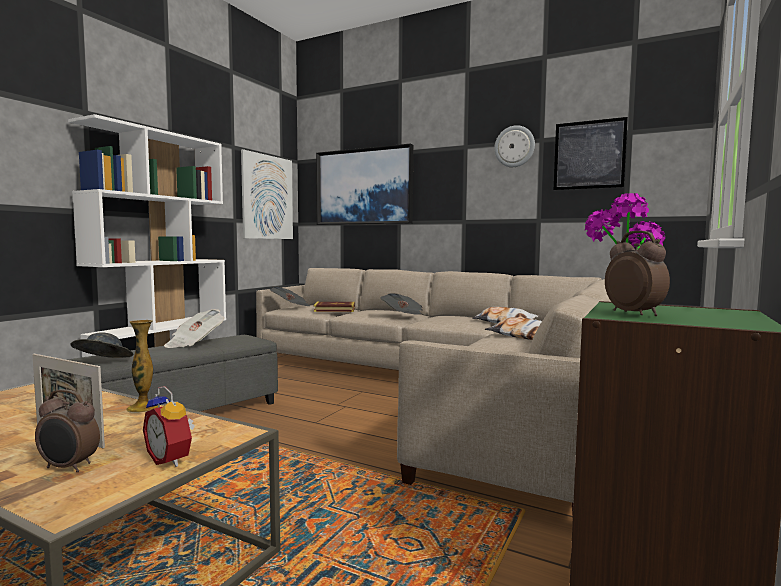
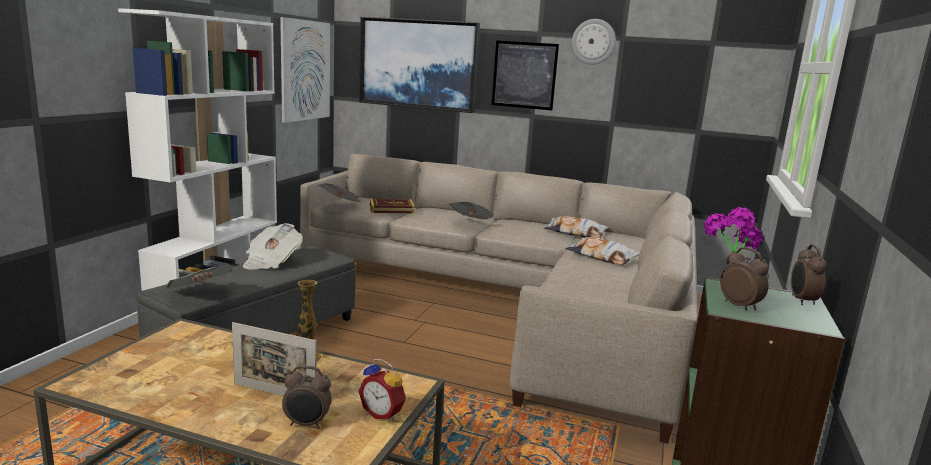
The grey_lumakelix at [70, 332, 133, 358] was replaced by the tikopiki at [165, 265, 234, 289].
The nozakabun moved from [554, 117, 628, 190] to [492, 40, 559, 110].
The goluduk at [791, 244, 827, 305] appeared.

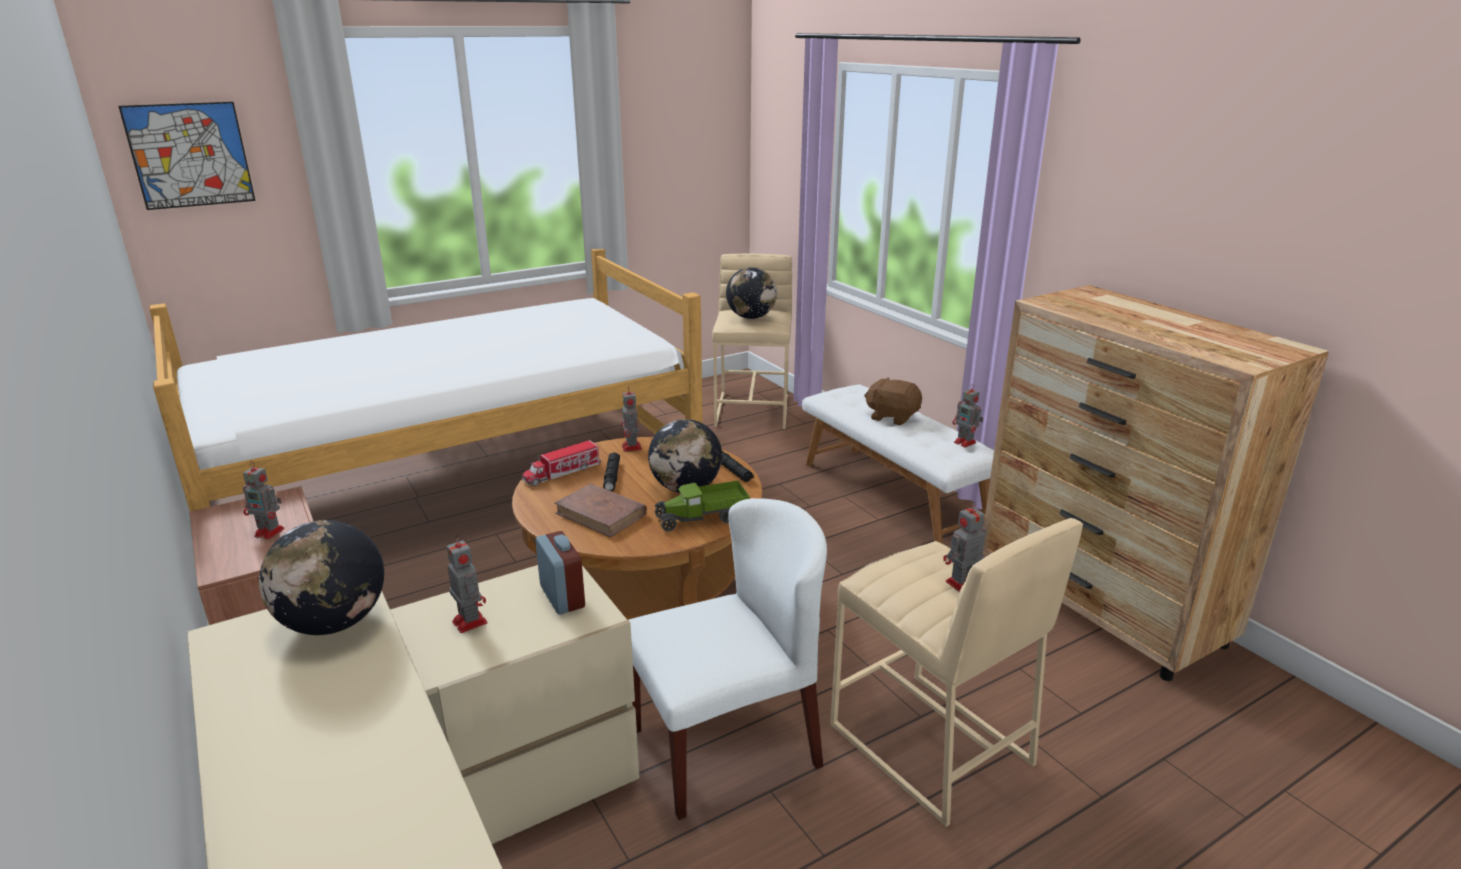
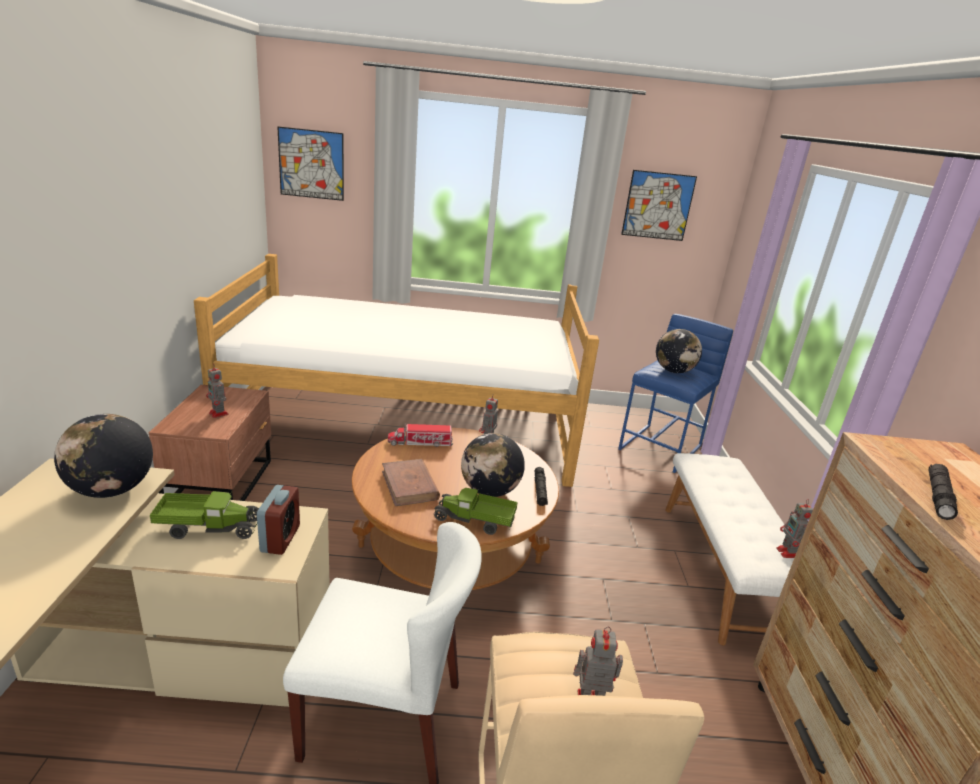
The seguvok at [447, 535, 487, 633] was replaced by the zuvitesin at [150, 491, 259, 539].
The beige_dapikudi at [712, 254, 792, 429] became the blue_dapikudi at [618, 314, 733, 473].
The nozakabun at [621, 170, 697, 241] appeared.
The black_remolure moved from [603, 452, 620, 491] to [929, 464, 958, 520].
The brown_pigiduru at [864, 377, 922, 426] disappeared.

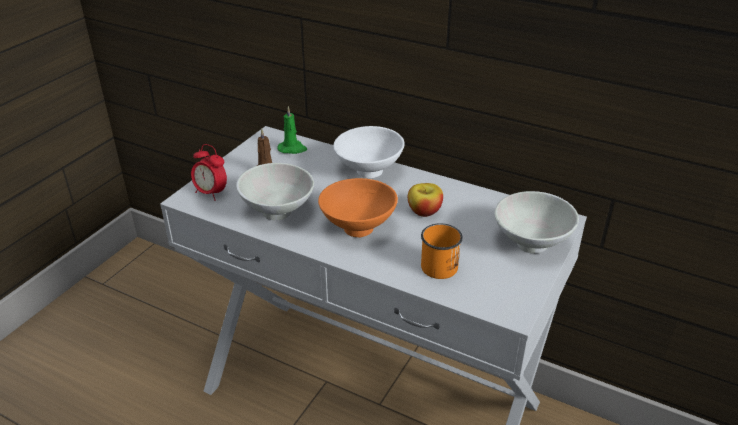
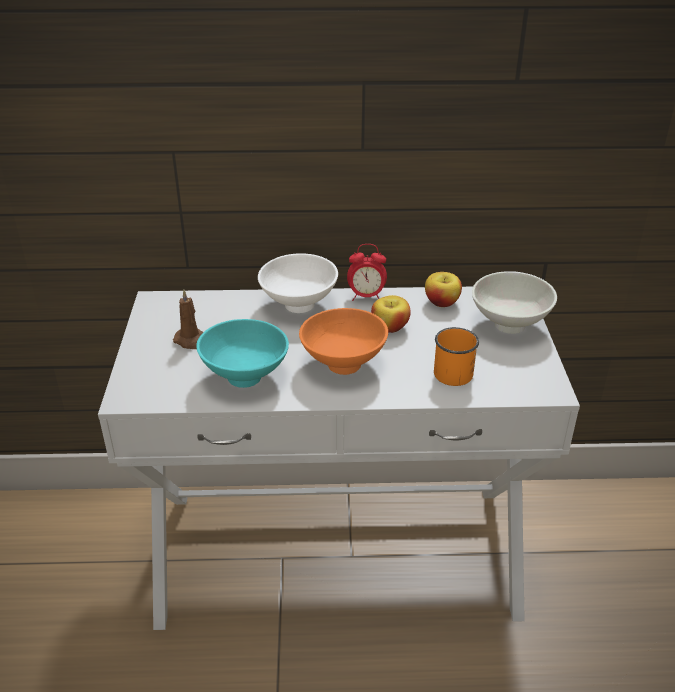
The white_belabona at [236, 163, 314, 221] became the turquoise_belabona at [196, 319, 289, 388].
The goluduk moved from [191, 144, 227, 201] to [347, 244, 387, 301].
The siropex at [425, 272, 462, 307] appeared.
The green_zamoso at [277, 106, 307, 154] disappeared.

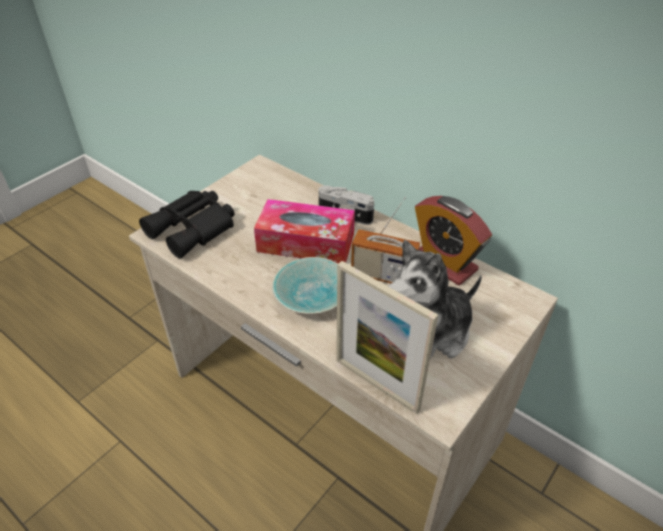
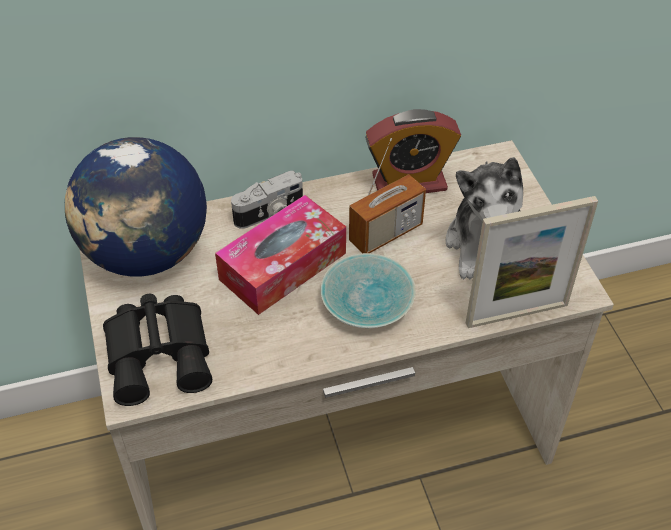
The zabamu at [65, 137, 207, 277] appeared.

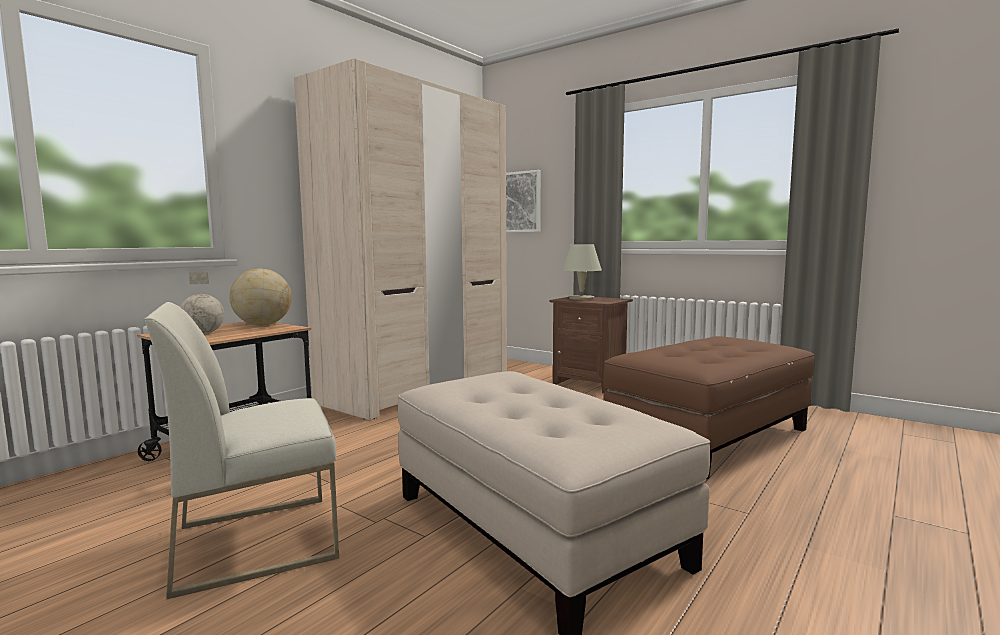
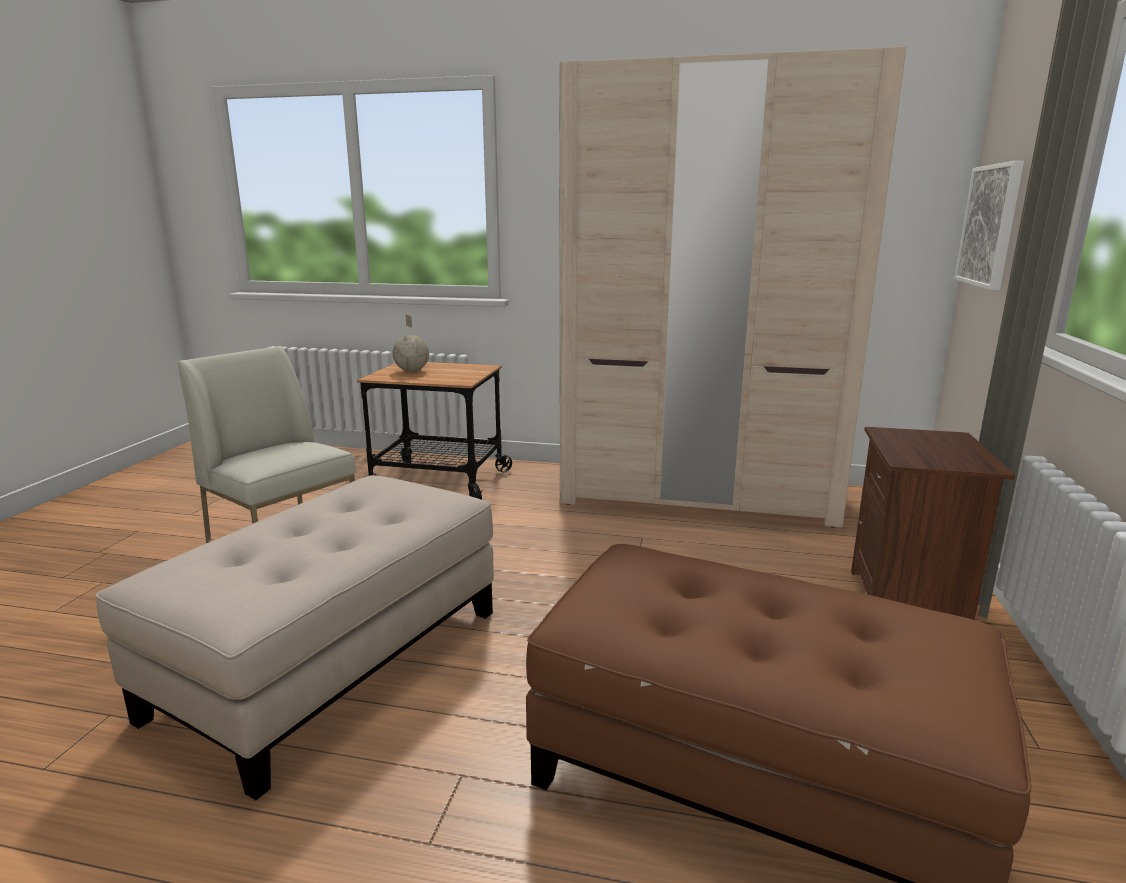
The zabamu at [229, 268, 292, 326] disappeared.
The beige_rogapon at [563, 244, 602, 300] disappeared.

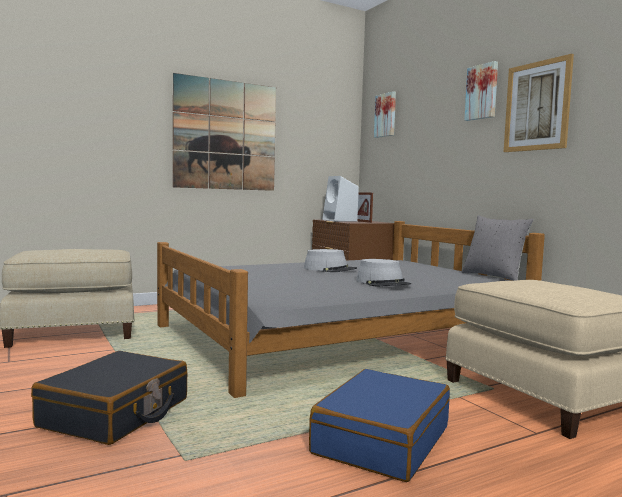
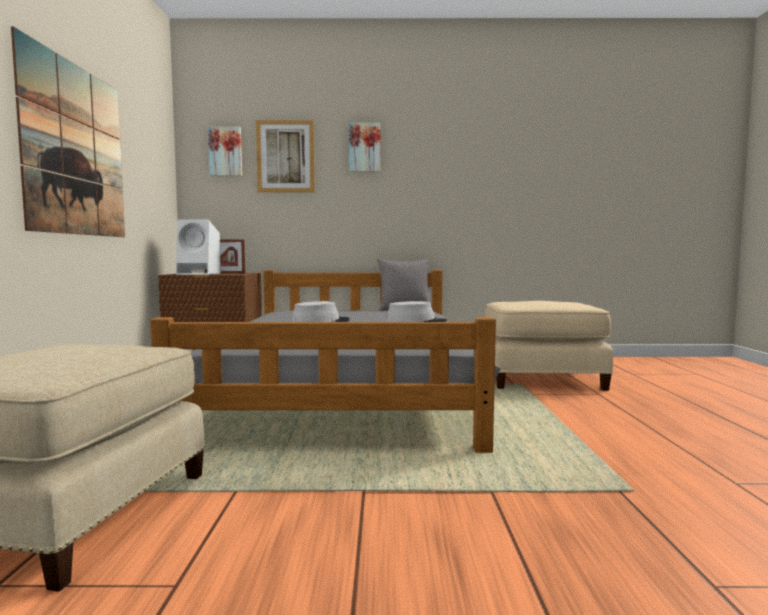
The nozakabun moved from [504, 54, 574, 152] to [256, 120, 315, 192].
The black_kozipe at [31, 351, 187, 445] disappeared.
The blue_kozipe at [309, 369, 450, 482] disappeared.

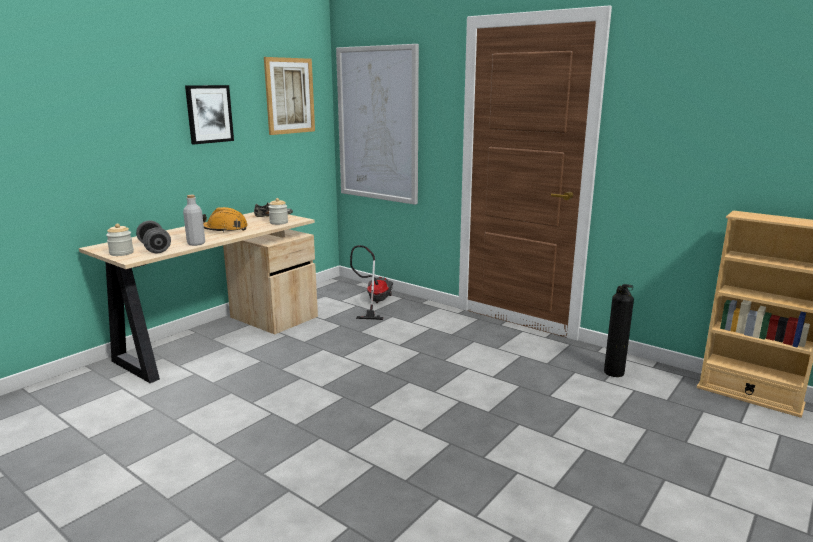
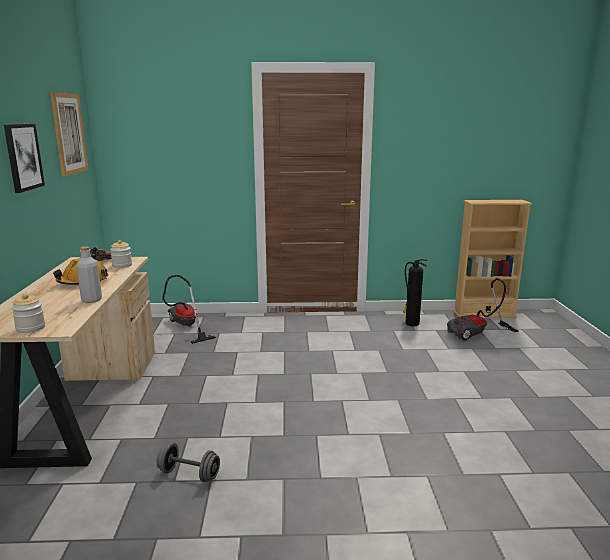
The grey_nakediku moved from [136, 220, 171, 253] to [156, 443, 220, 482].
The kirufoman at [447, 278, 519, 340] appeared.
The nozakabun at [336, 44, 419, 205] disappeared.

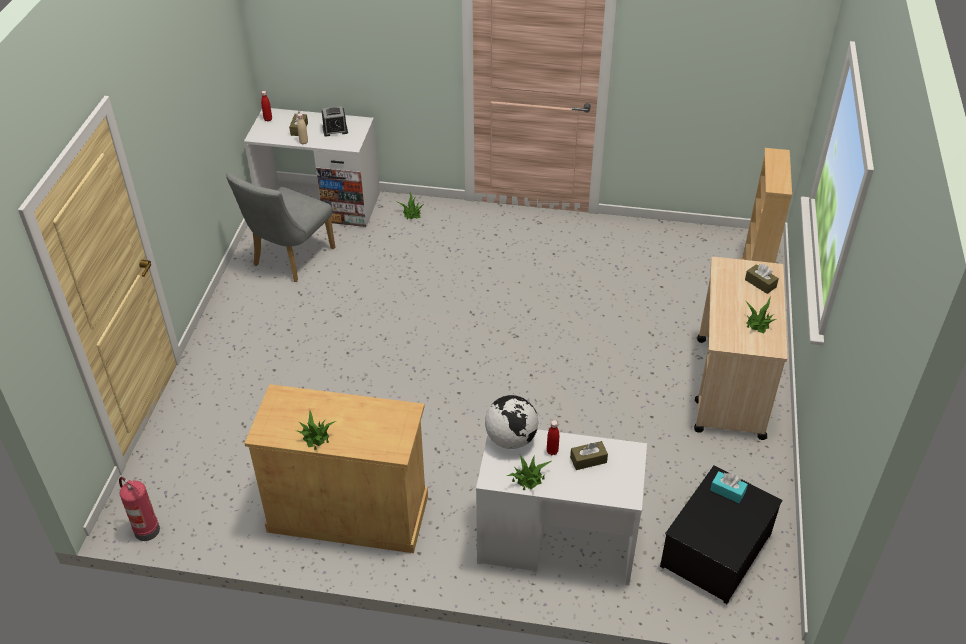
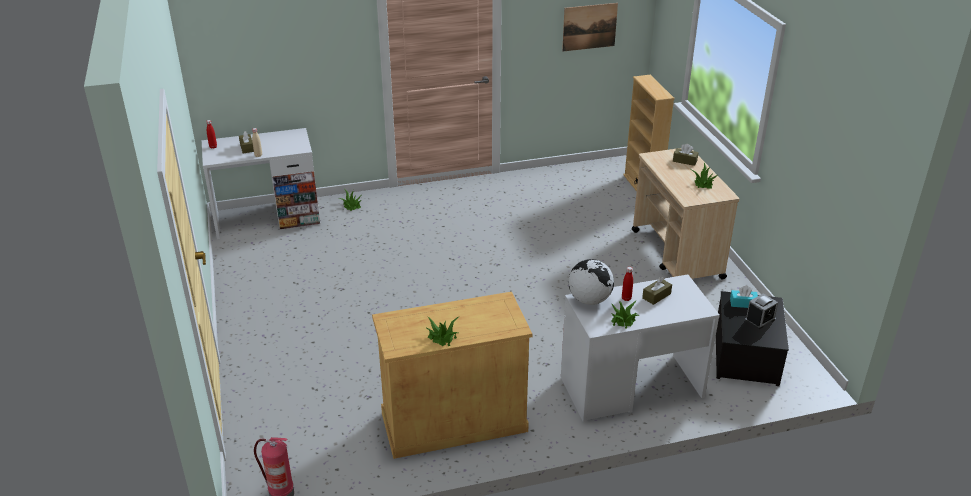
The nozakabun at [562, 3, 618, 51] appeared.
The goluduk moved from [322, 106, 348, 137] to [745, 293, 778, 329].
The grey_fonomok at [226, 173, 335, 282] disappeared.

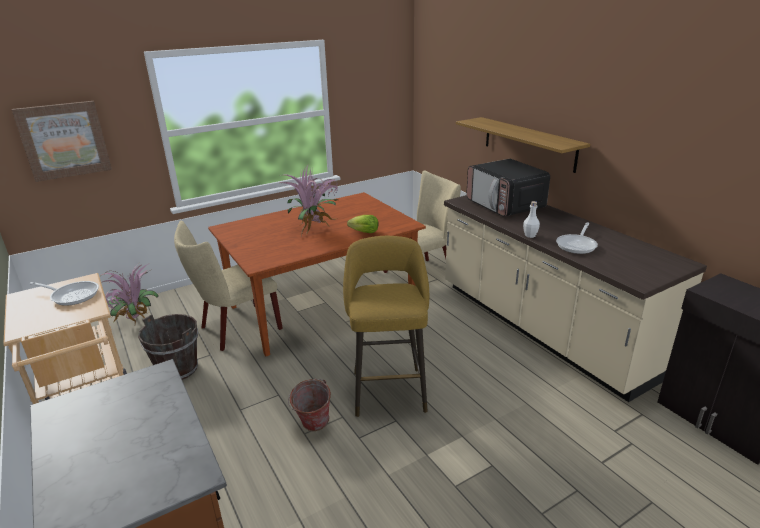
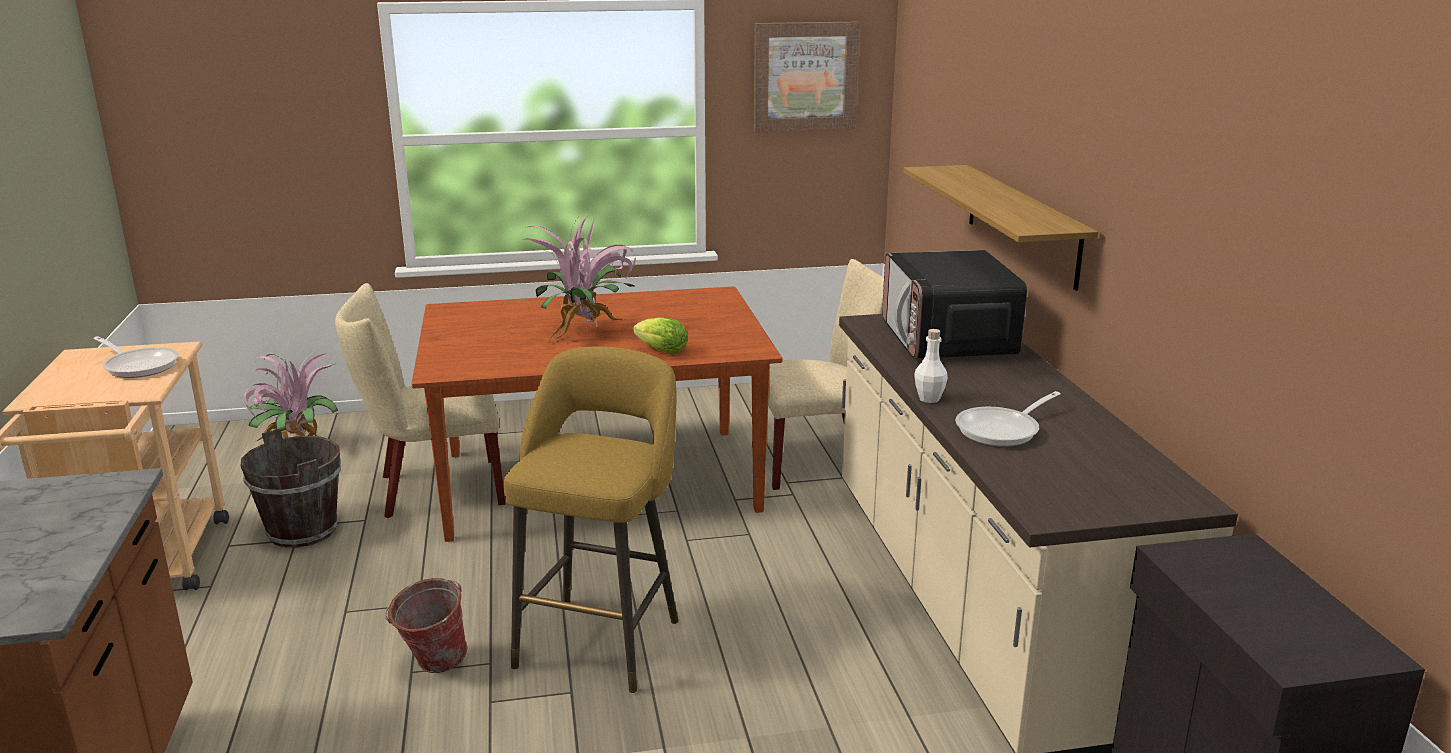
The nozakabun moved from [12, 101, 112, 182] to [754, 22, 860, 133].

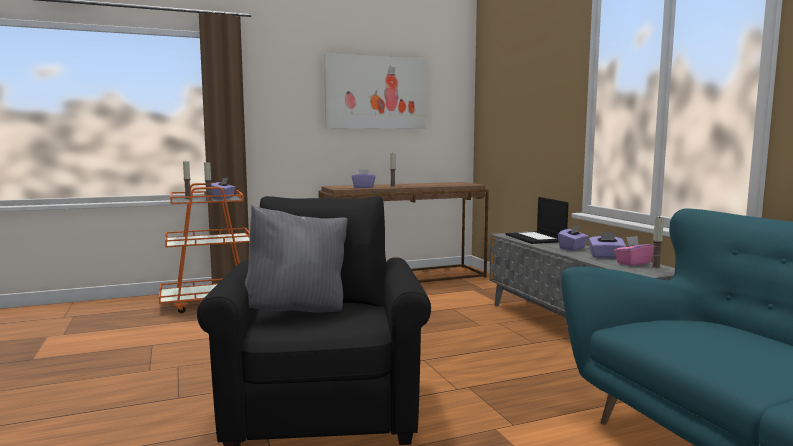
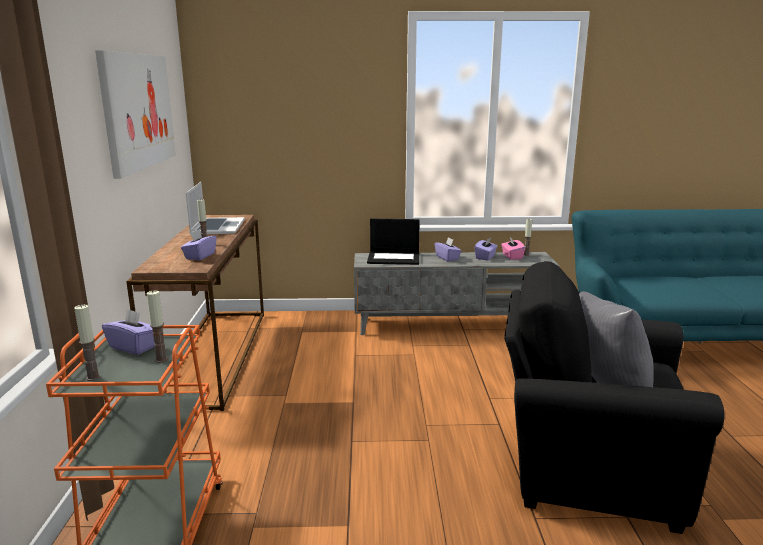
The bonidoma at [186, 182, 245, 234] appeared.

